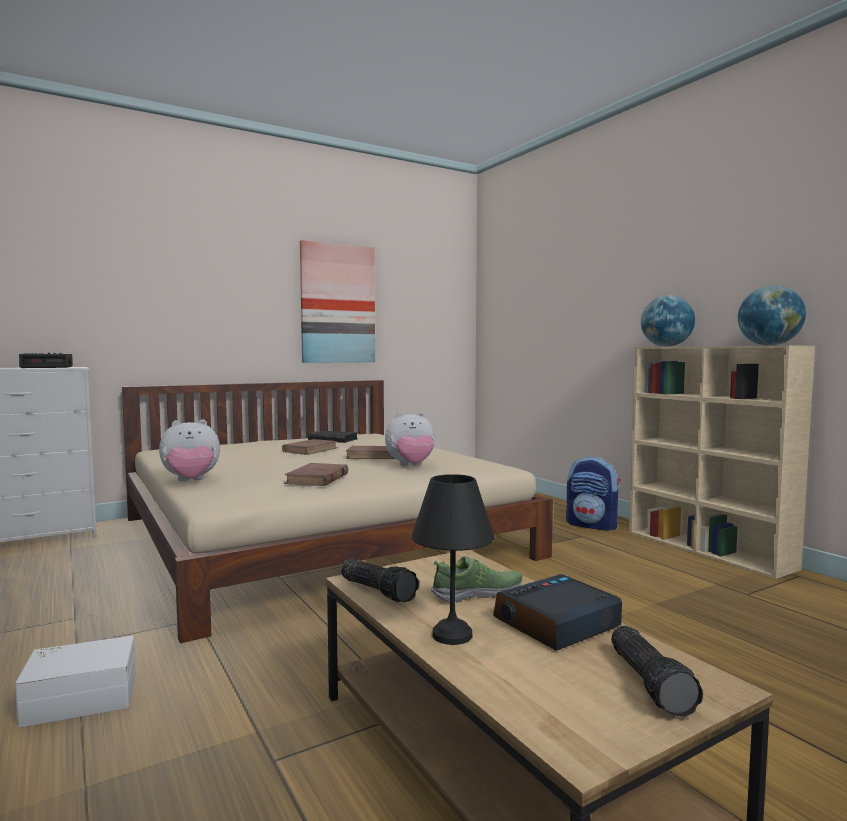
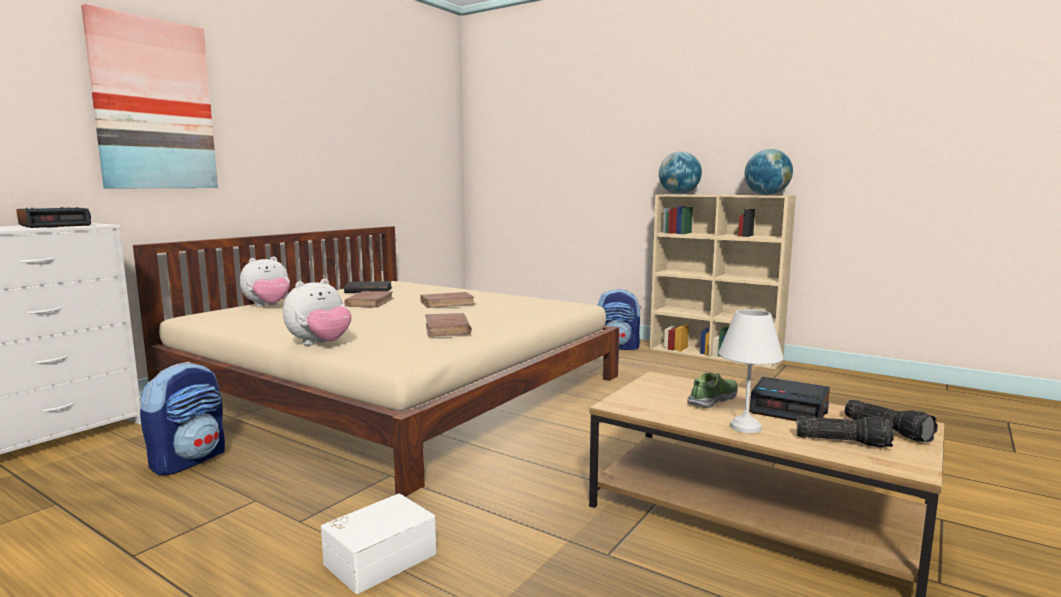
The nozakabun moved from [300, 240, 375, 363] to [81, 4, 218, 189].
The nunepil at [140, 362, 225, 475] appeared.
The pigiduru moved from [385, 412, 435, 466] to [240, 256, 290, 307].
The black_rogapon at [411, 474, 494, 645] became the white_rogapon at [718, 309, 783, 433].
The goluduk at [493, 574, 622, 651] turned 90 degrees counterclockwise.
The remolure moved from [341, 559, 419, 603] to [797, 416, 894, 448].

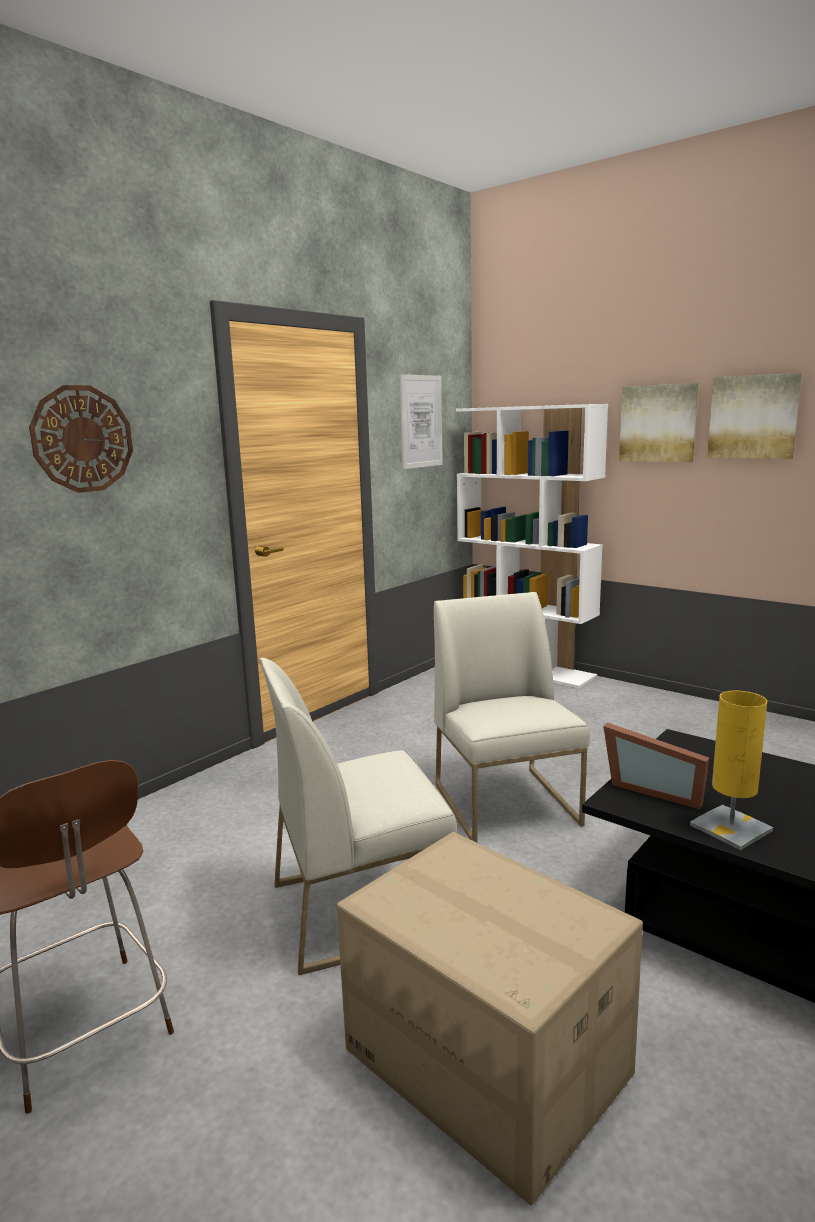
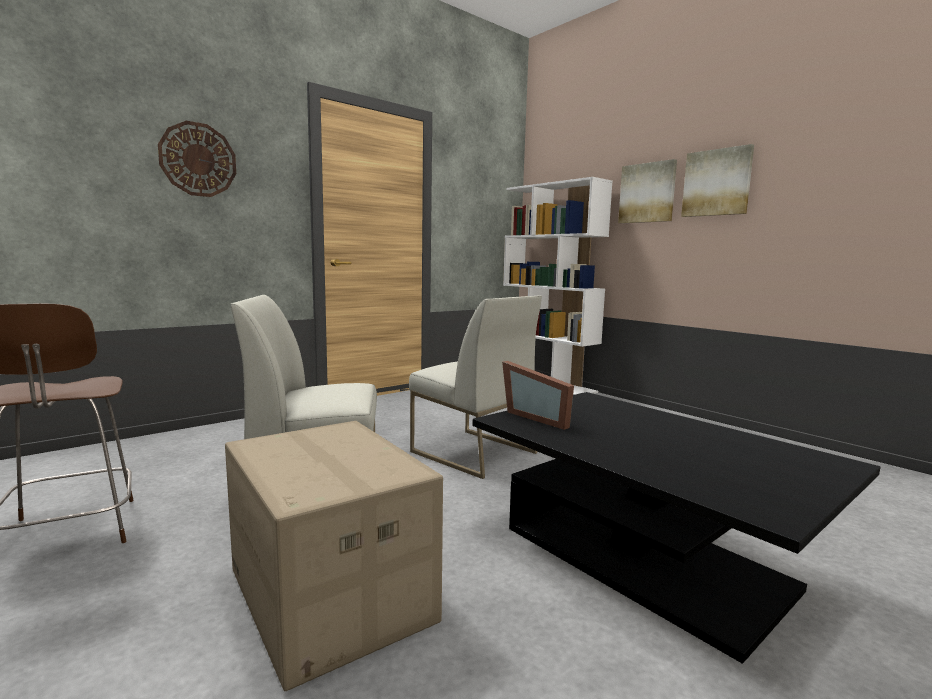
The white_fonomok at [434, 592, 590, 843] turned 135 degrees clockwise.
The nozakabun at [399, 374, 443, 469] disappeared.
The yellow_rogapon at [690, 691, 773, 850] disappeared.

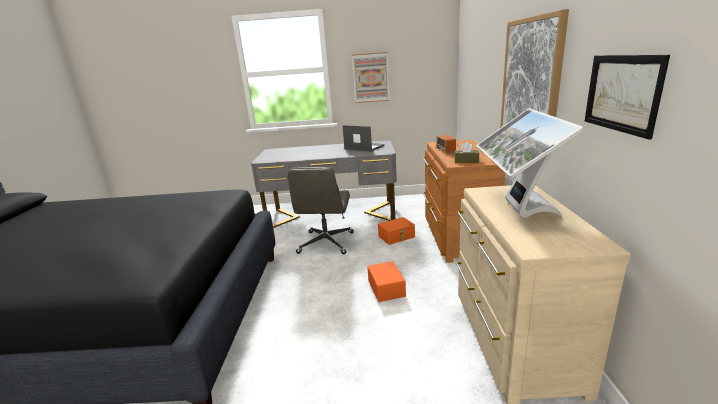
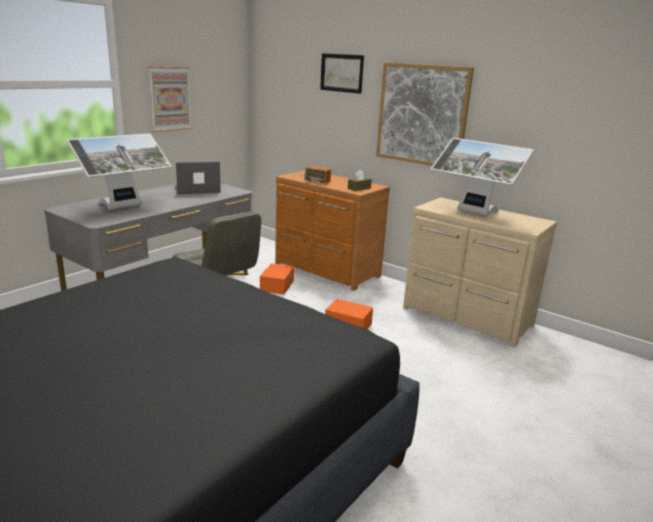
The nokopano at [67, 133, 172, 210] appeared.
The nozakabun moved from [585, 55, 670, 139] to [320, 53, 364, 94].

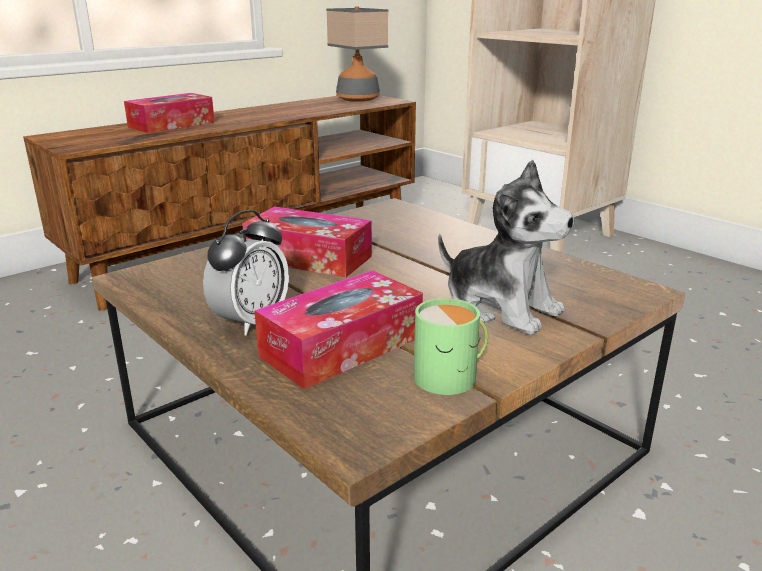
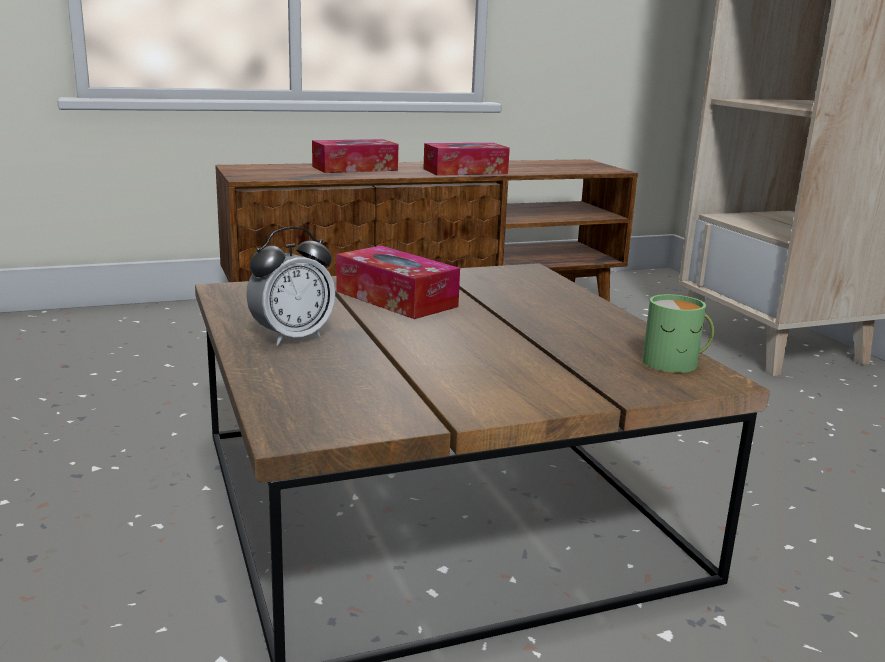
The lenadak moved from [254, 270, 423, 389] to [424, 143, 510, 176].
The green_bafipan moved from [414, 298, 488, 395] to [642, 294, 714, 373].
The rogapon at [326, 6, 388, 102] disappeared.
The pigiduru at [438, 159, 575, 335] disappeared.

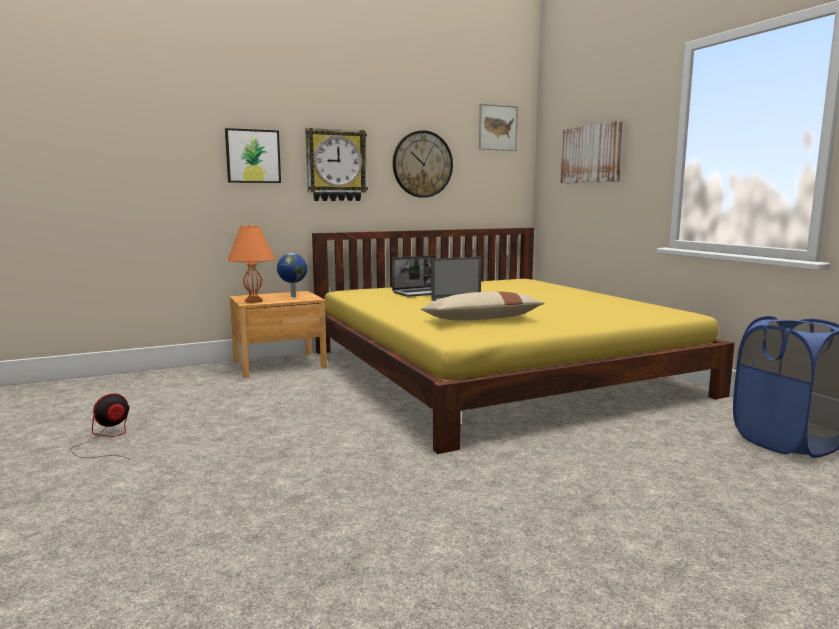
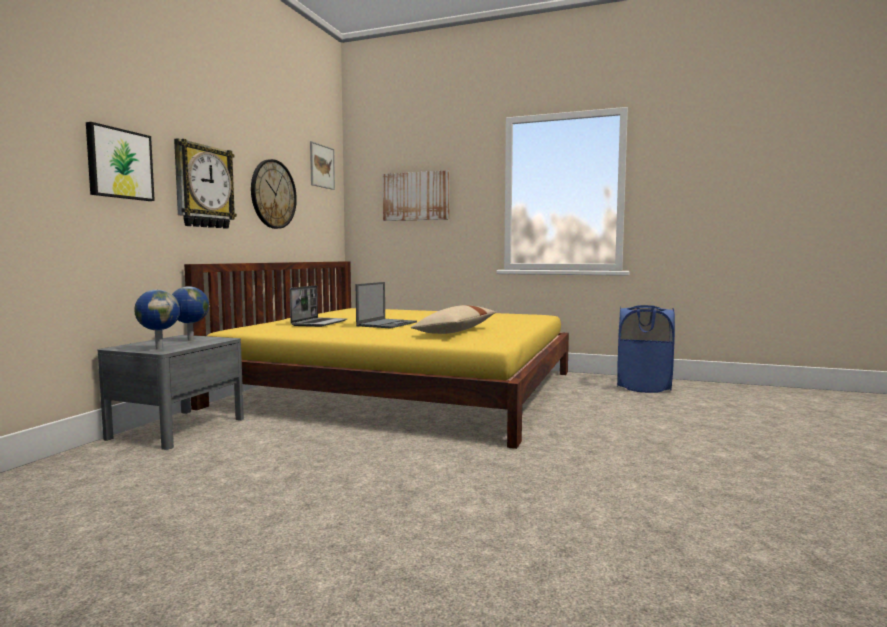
The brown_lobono at [230, 291, 327, 378] became the grey_lobono at [98, 335, 244, 450].
The orange_rogapon at [227, 225, 275, 303] was replaced by the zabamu at [134, 290, 180, 350].
The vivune at [70, 393, 130, 460] disappeared.

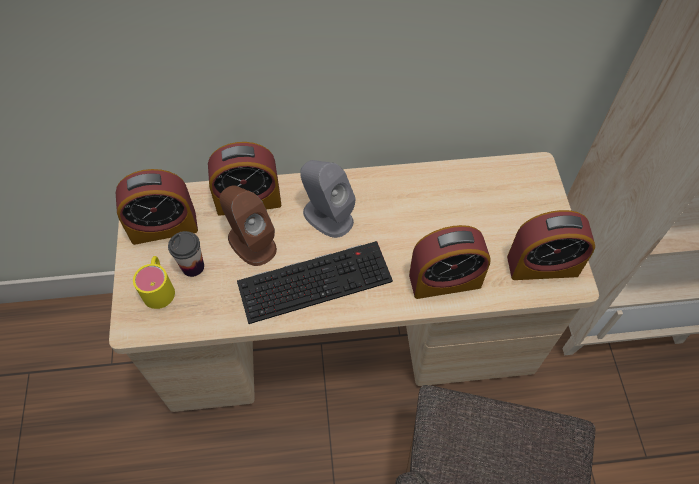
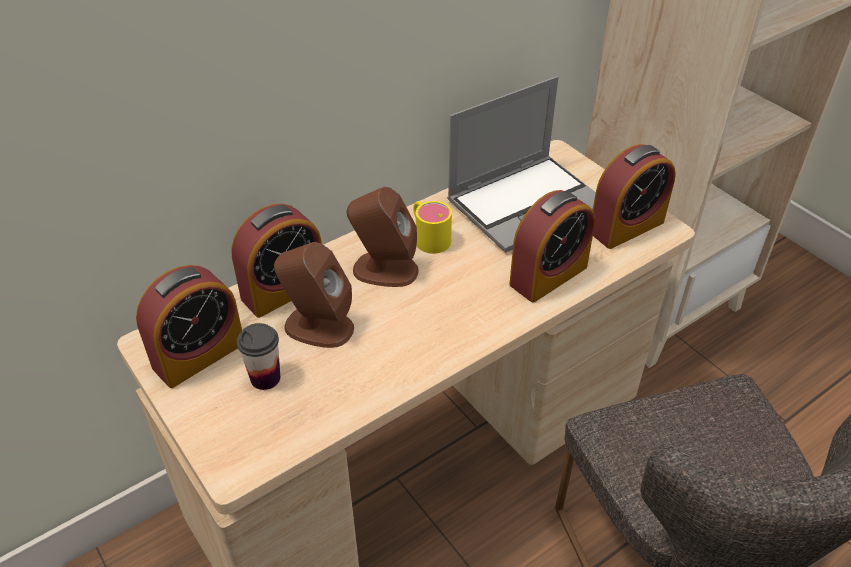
The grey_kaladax at [300, 160, 356, 238] became the brown_kaladax at [346, 187, 419, 287].
The yellow_bafipan moved from [133, 256, 175, 309] to [413, 201, 452, 254].
The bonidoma at [447, 76, 596, 253] appeared.
The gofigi at [237, 241, 393, 324] disappeared.

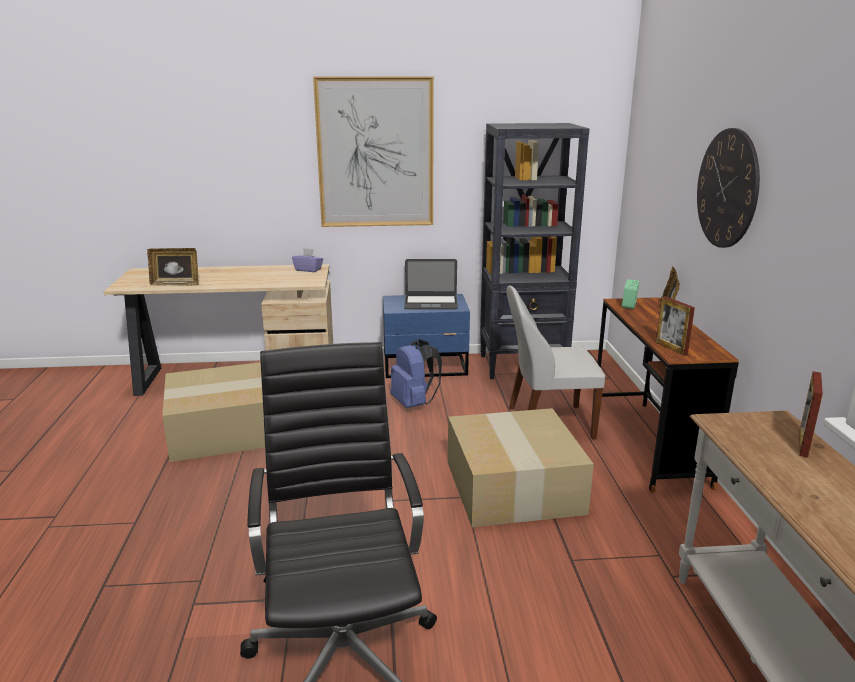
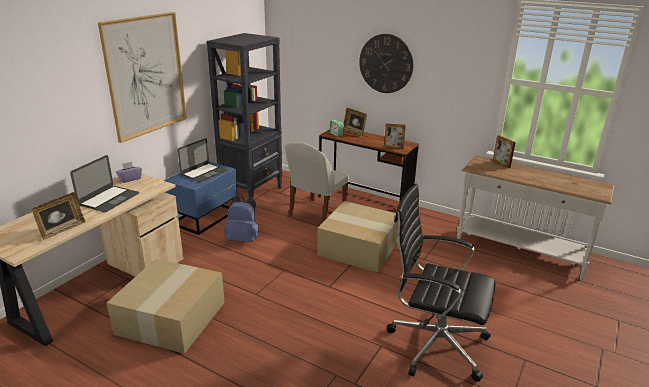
The bonidoma at [70, 155, 139, 212] appeared.

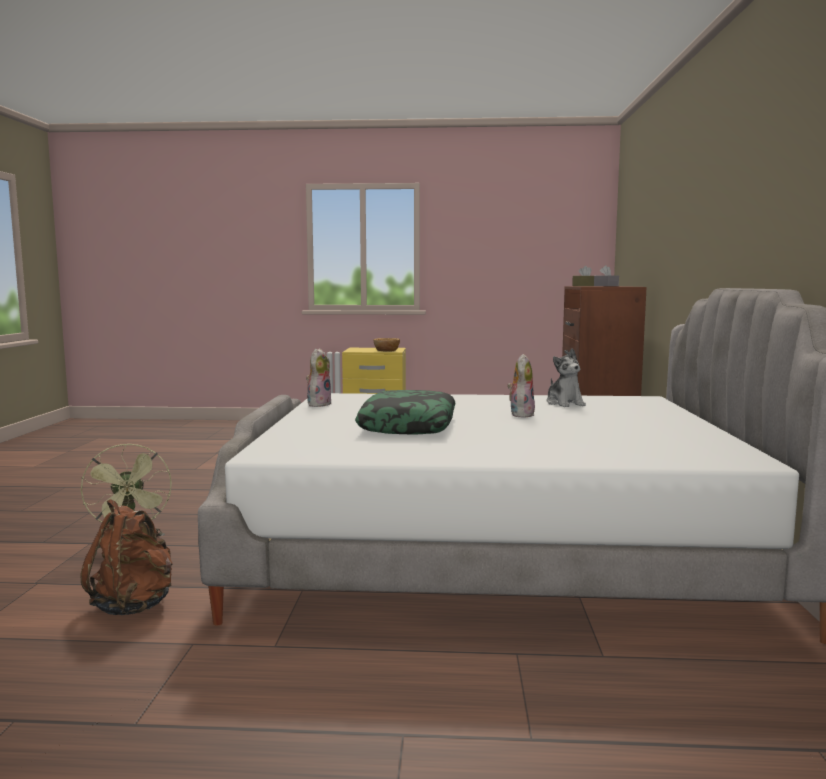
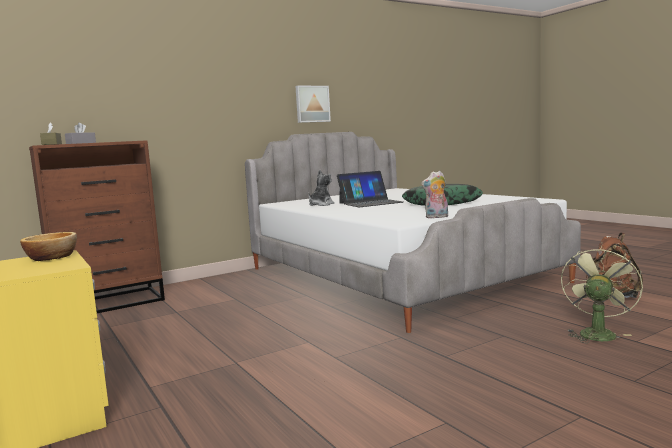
The nozakabun at [295, 86, 331, 123] appeared.
The pigiduru at [507, 354, 535, 418] was replaced by the bonidoma at [337, 171, 403, 207].

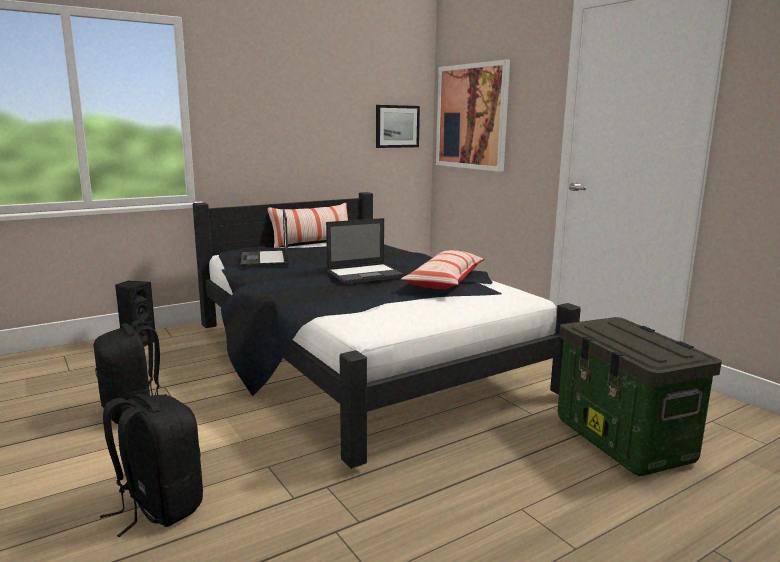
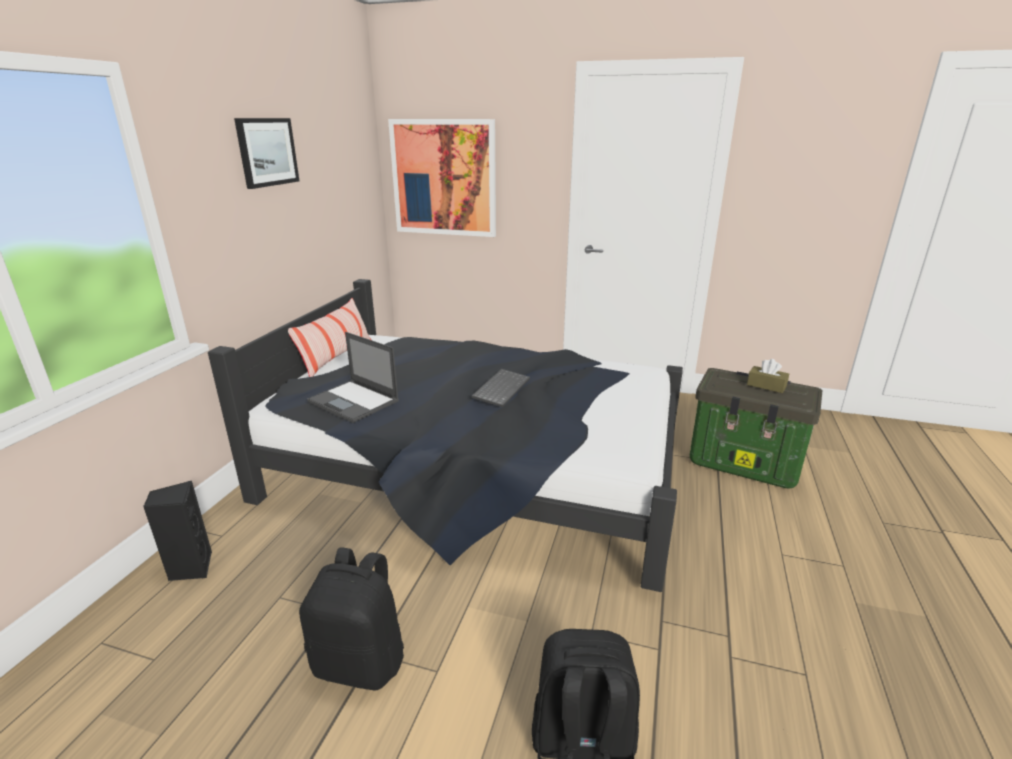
The nozakabun moved from [376, 105, 420, 148] to [234, 118, 299, 189].
The bonidoma at [326, 218, 405, 284] was replaced by the gofigi at [472, 369, 530, 407].
The brown_lenadak at [747, 359, 789, 393] appeared.
The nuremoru at [401, 250, 484, 289] disappeared.

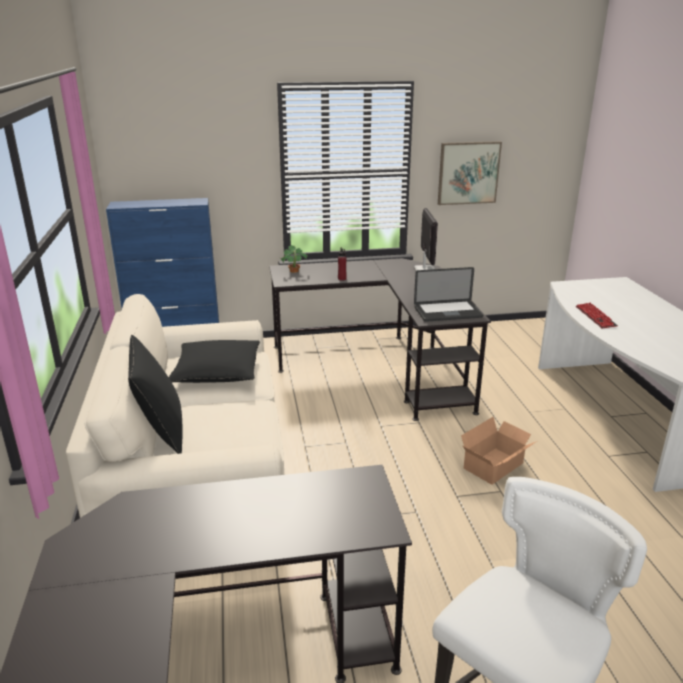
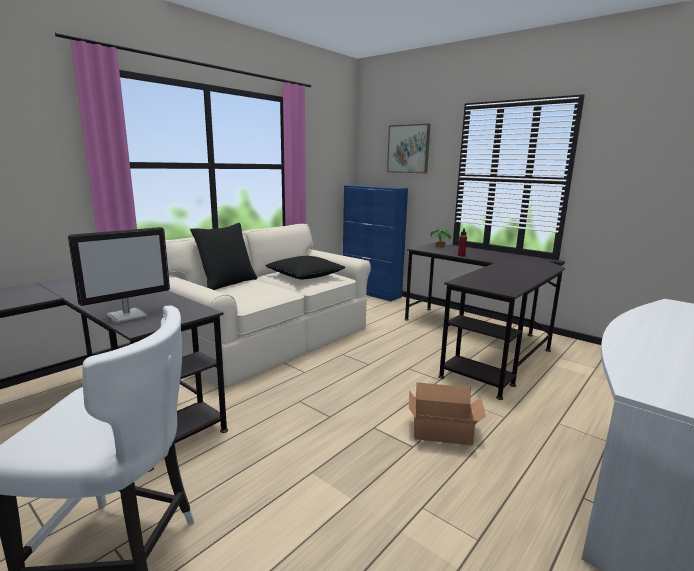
The nokopano moved from [414, 208, 438, 271] to [68, 227, 170, 323].
The nozakabun moved from [438, 141, 502, 205] to [387, 124, 430, 173].
The bonidoma at [414, 267, 483, 322] disappeared.
The gofigi at [576, 303, 618, 329] disappeared.

